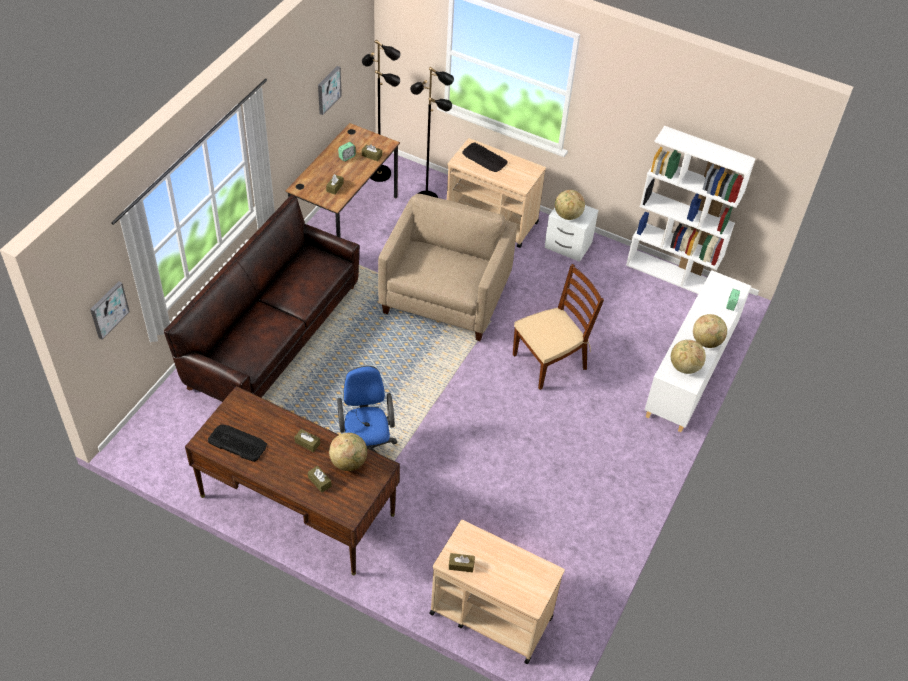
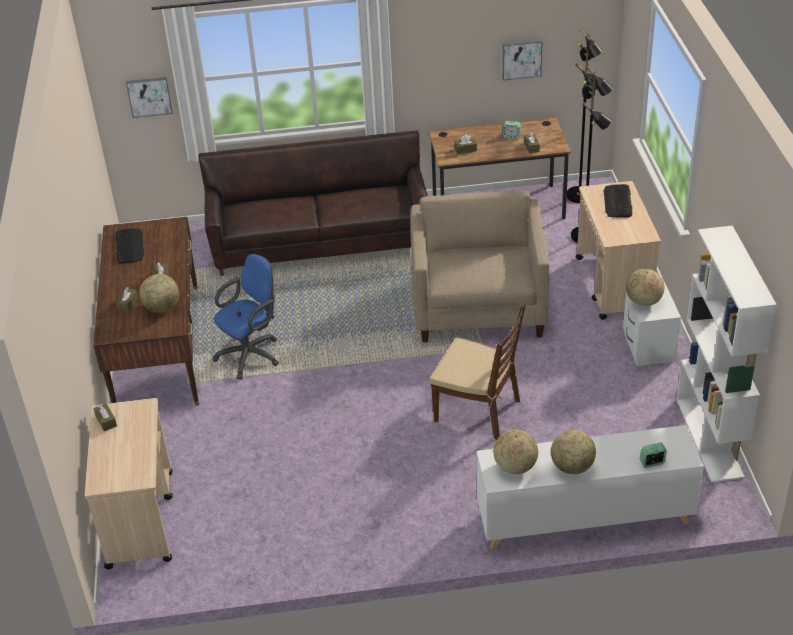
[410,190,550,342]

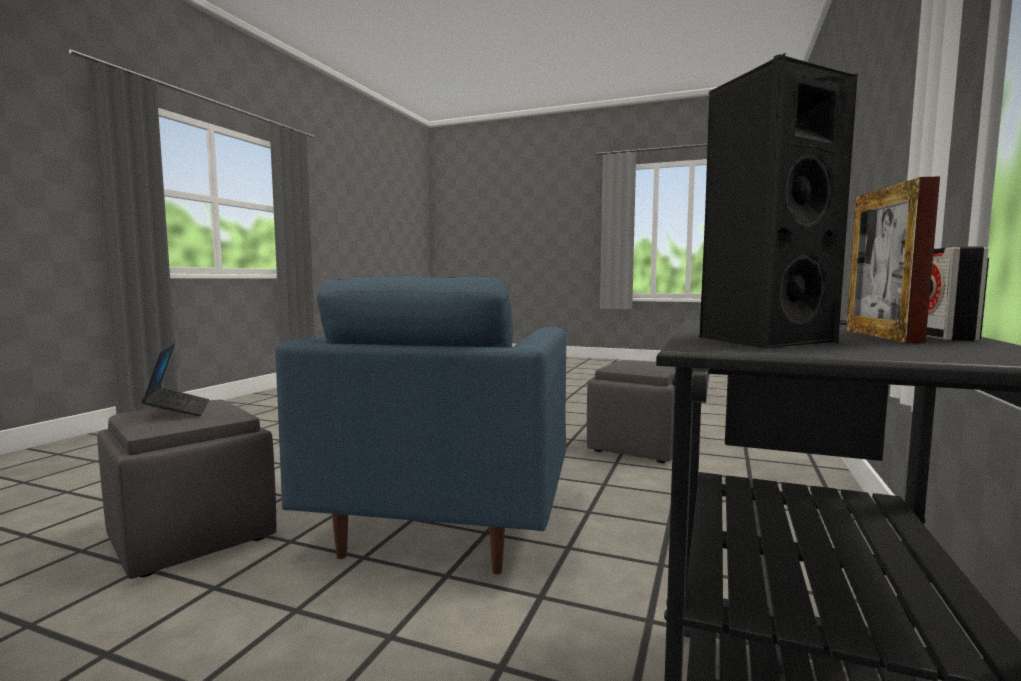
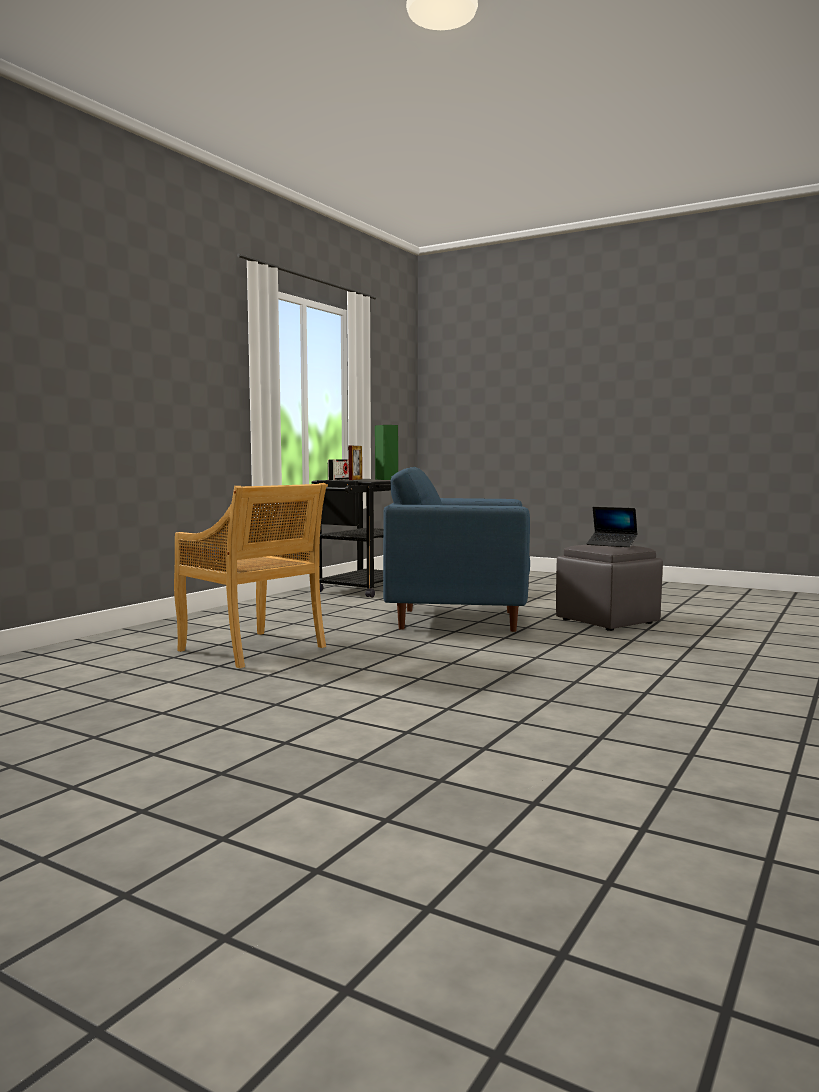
[174,483,327,668]
[375,425,398,480]
[383,467,530,632]
[586,507,637,547]

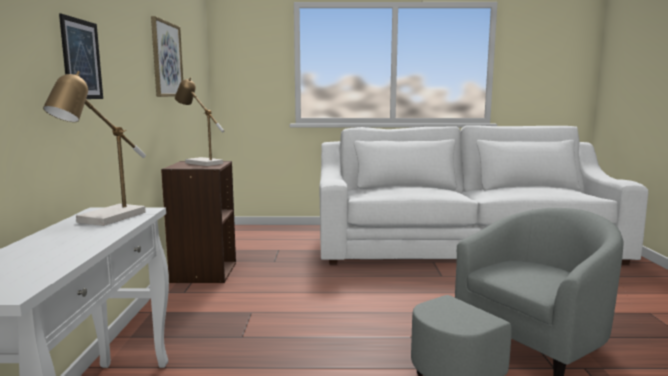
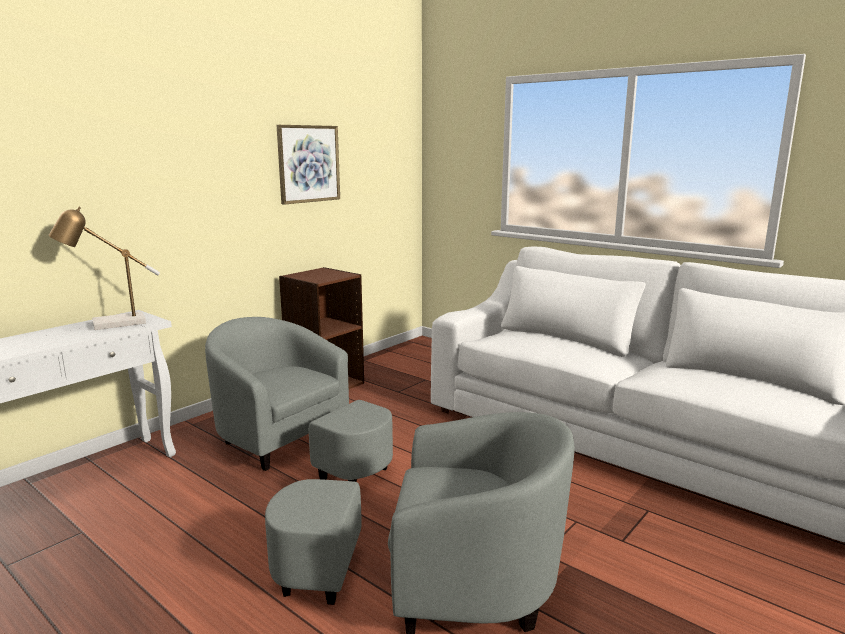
[205,317,393,482]
[59,14,103,99] (first image)
[175,77,224,166] (first image)

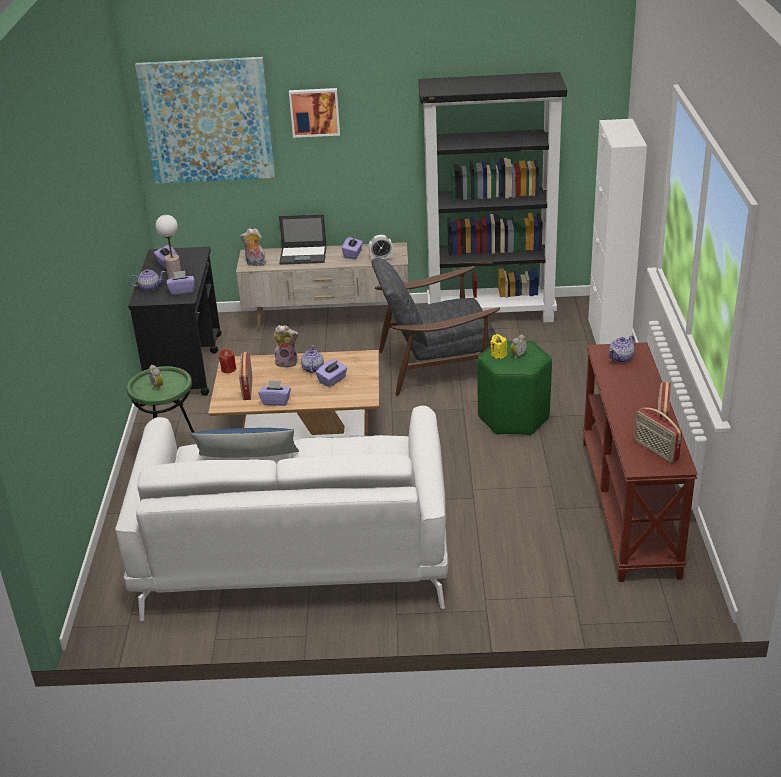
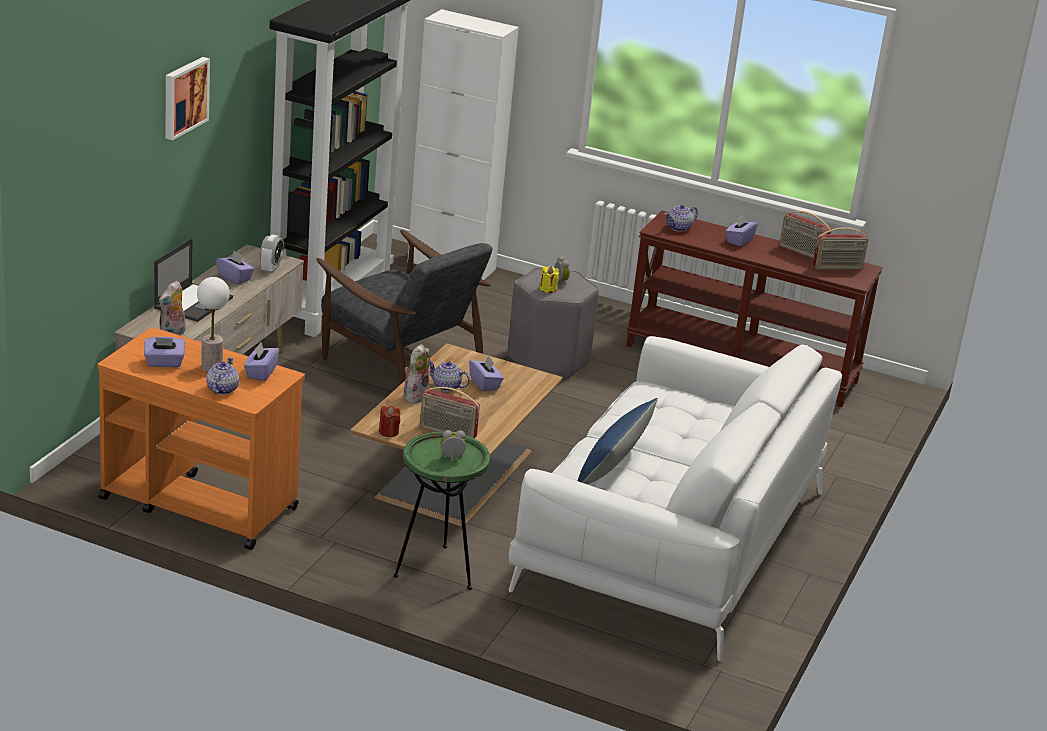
[97,327,305,550]
[316,230,492,385]
[508,268,599,378]
[665,204,698,232]
[725,215,758,246]
[135,57,275,184] (first image)

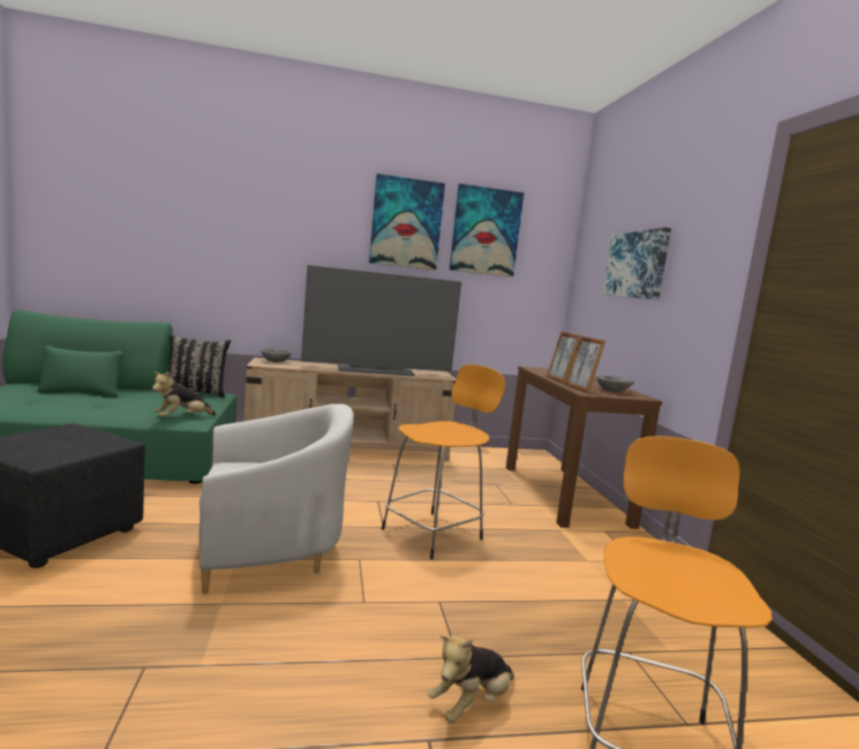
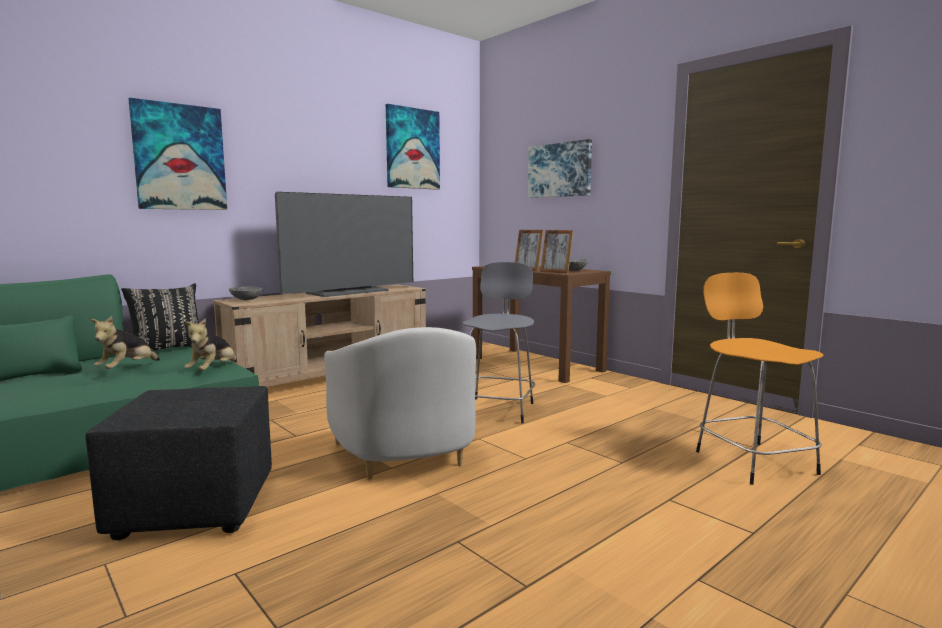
[90,316,160,369]
[129,98,227,210]
[324,327,476,480]
[462,262,535,424]

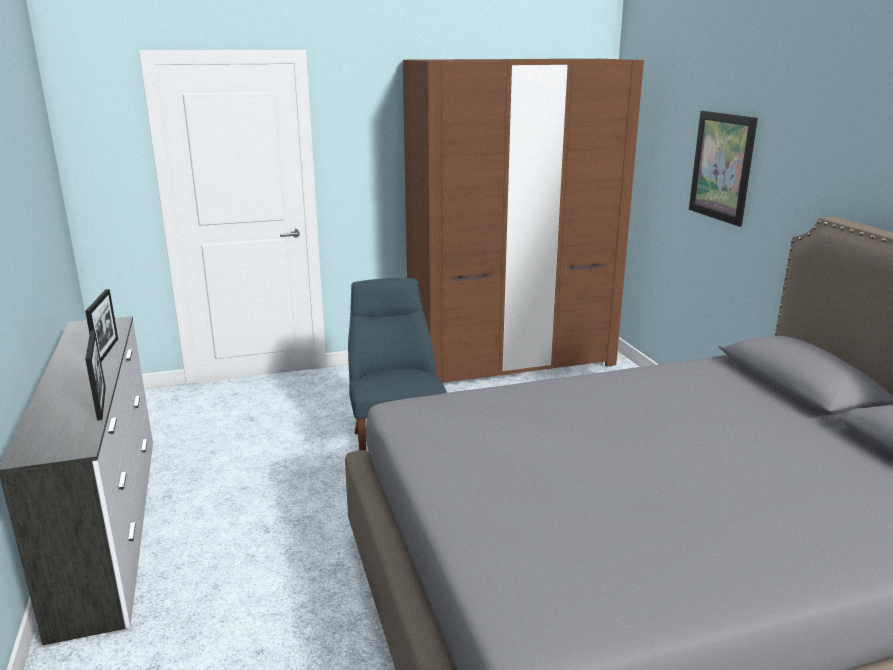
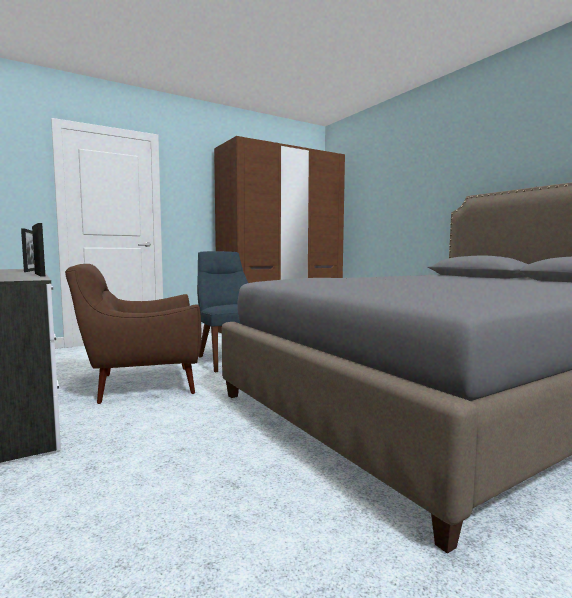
[65,264,201,404]
[689,111,758,227] (first image)

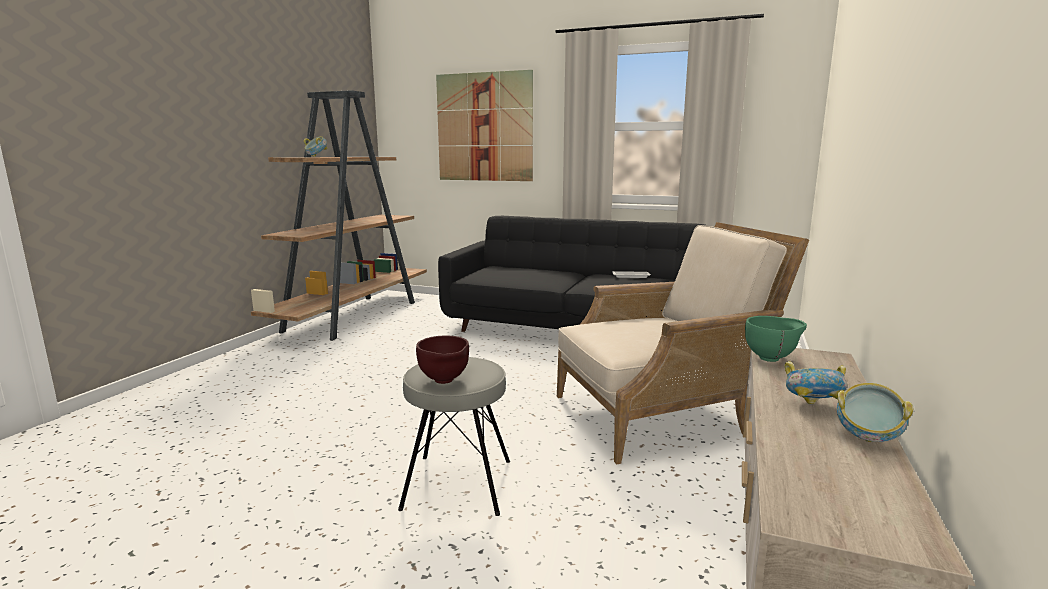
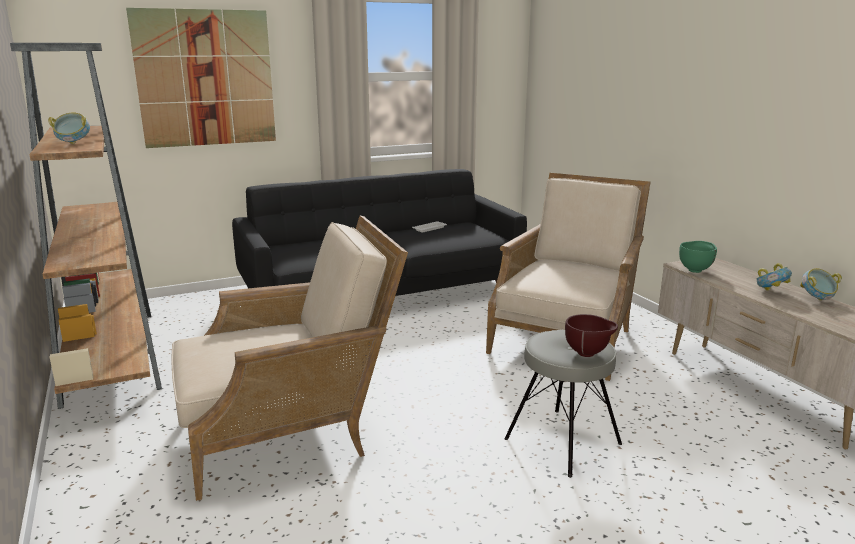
[171,216,408,501]

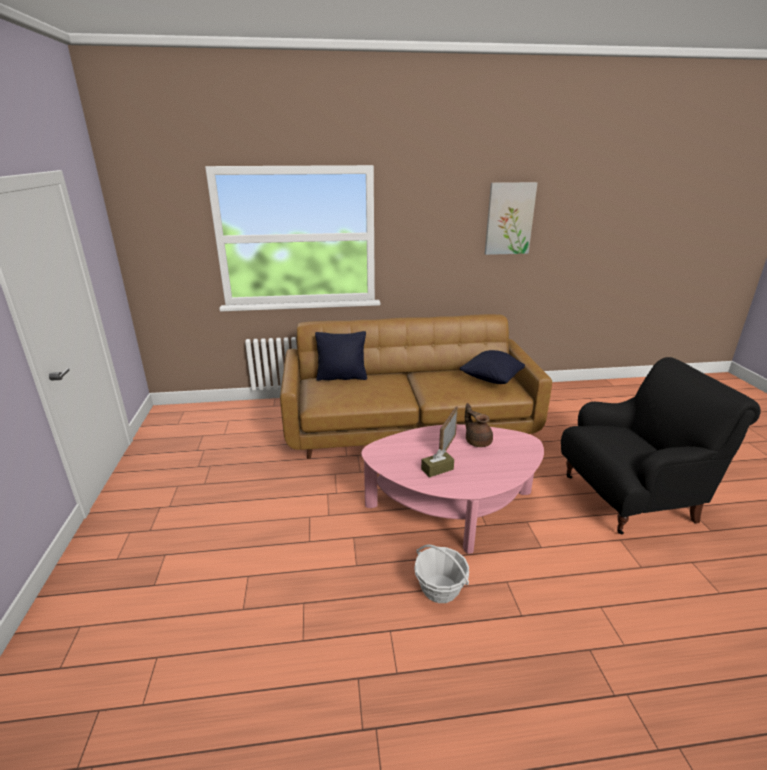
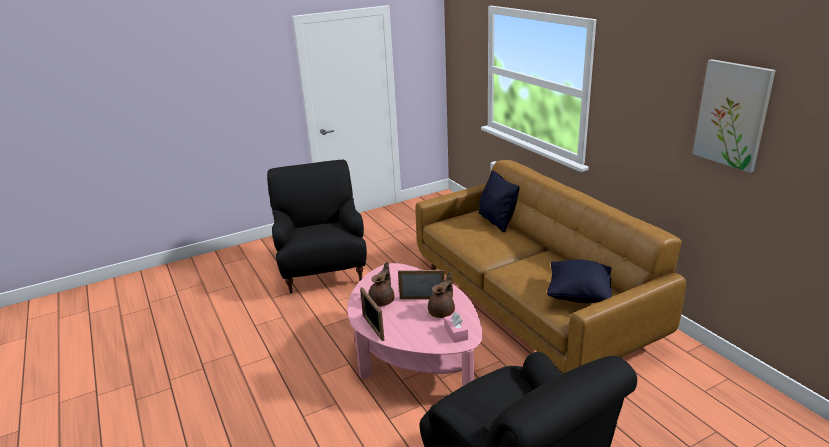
[267,160,367,294]
[360,287,384,341]
[368,262,394,306]
[444,312,468,343]
[414,544,469,603] (first image)

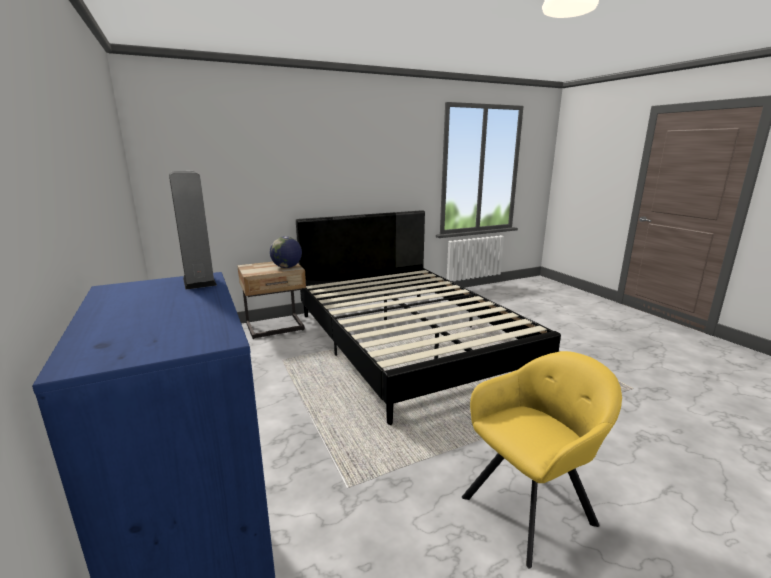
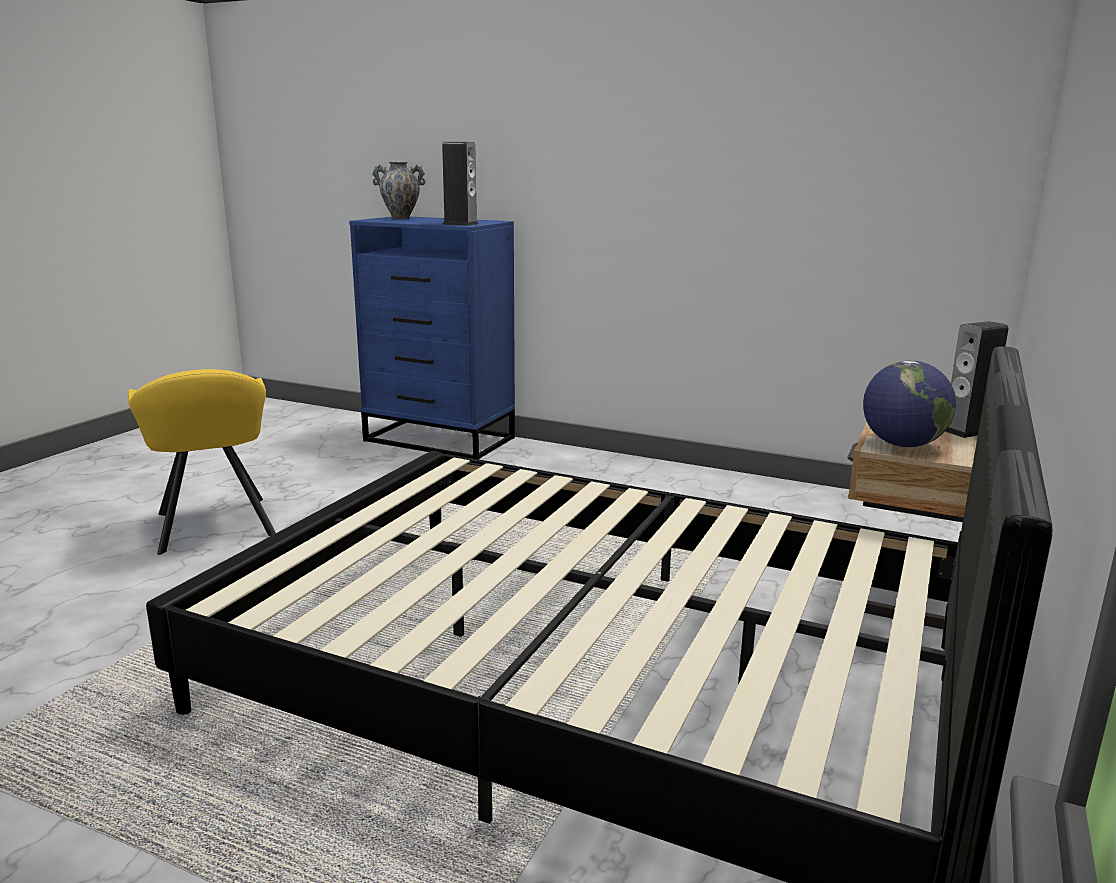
[128,369,276,555]
[372,161,425,219]
[945,321,1009,438]

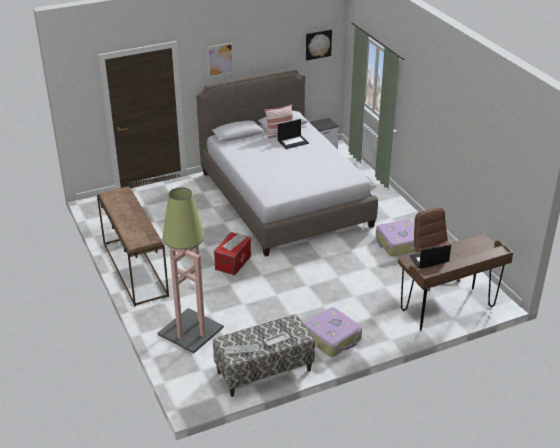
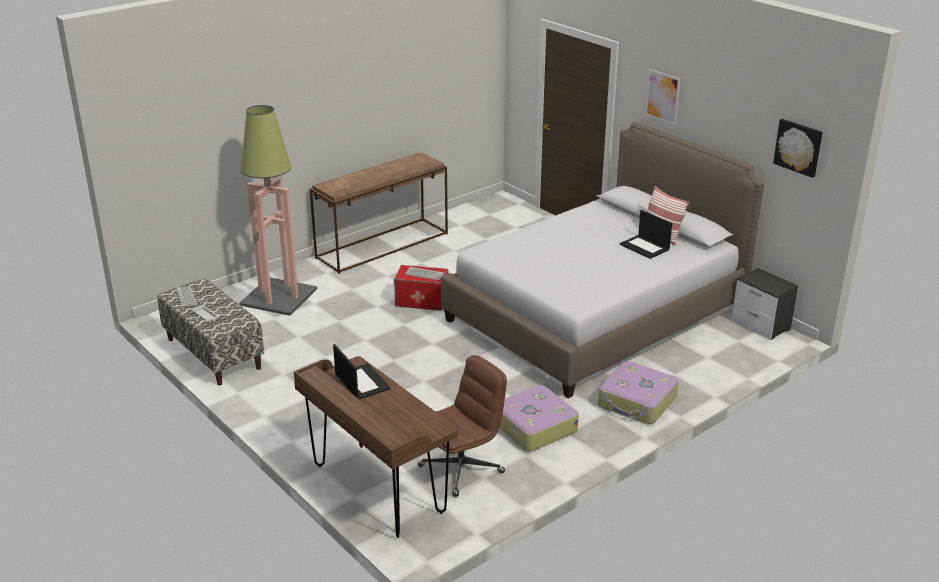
[598,361,679,424]

